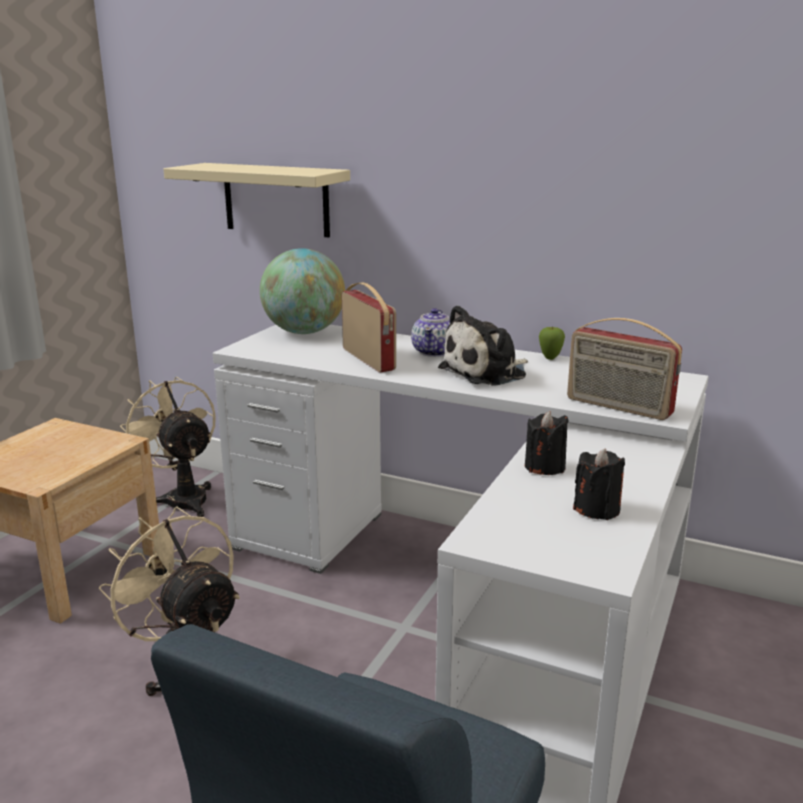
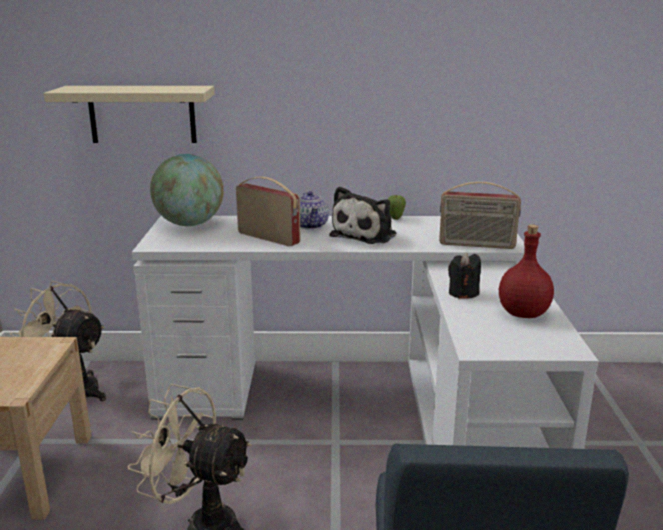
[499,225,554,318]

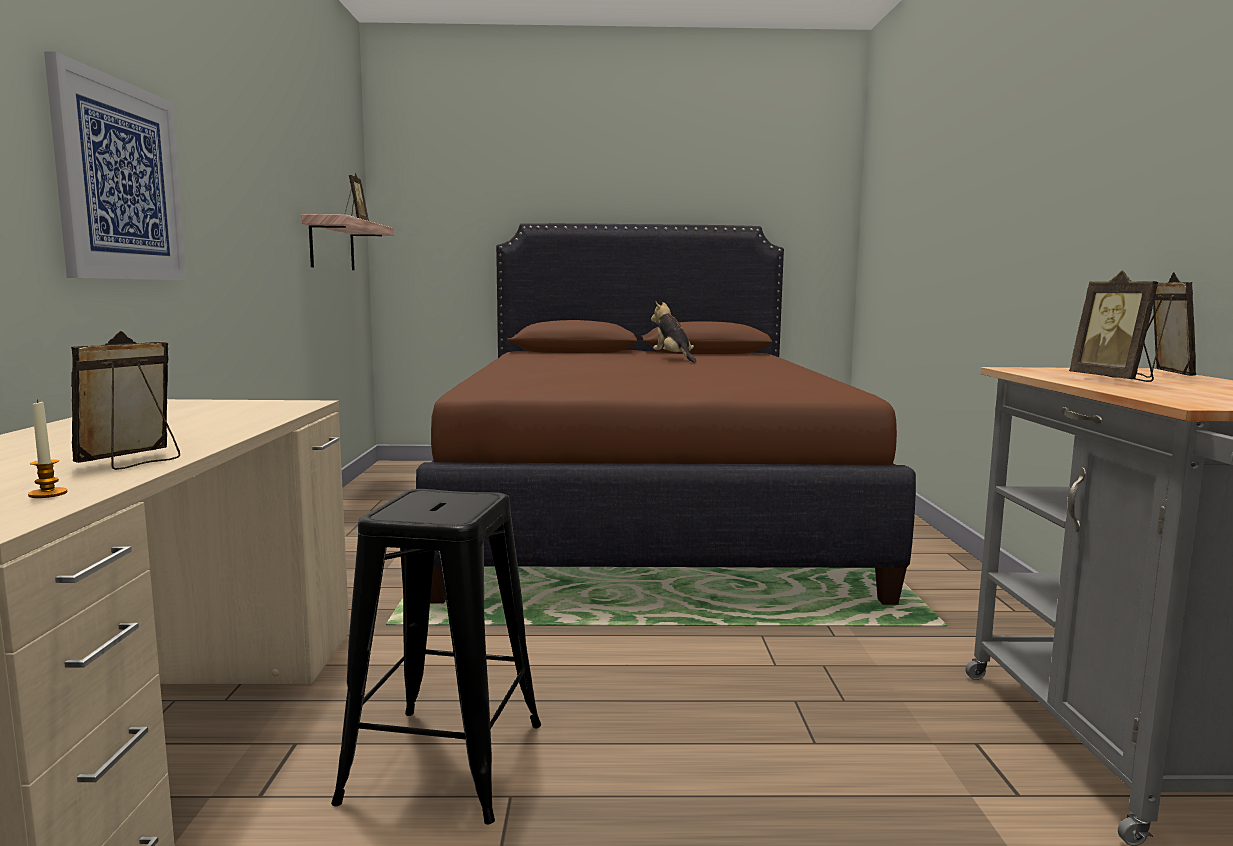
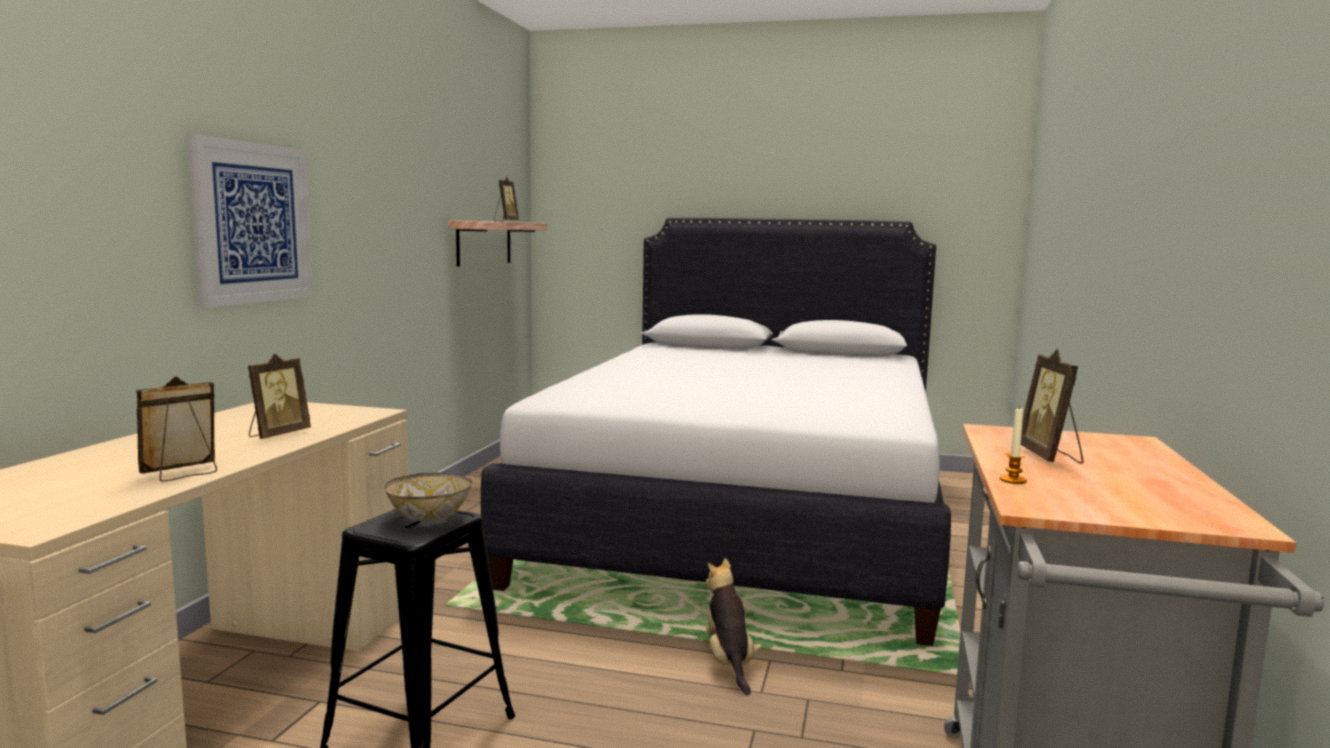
[248,353,311,439]
[385,473,472,522]
[481,218,951,646]
[705,558,762,695]
[1000,407,1027,484]

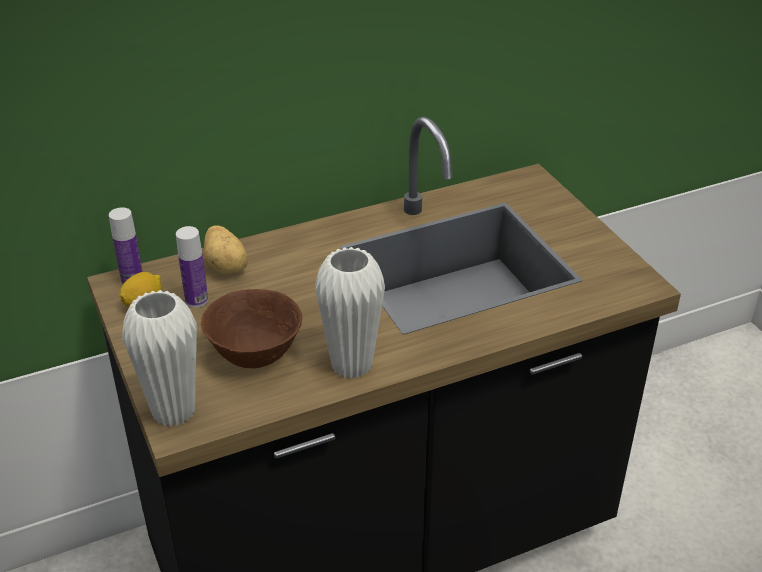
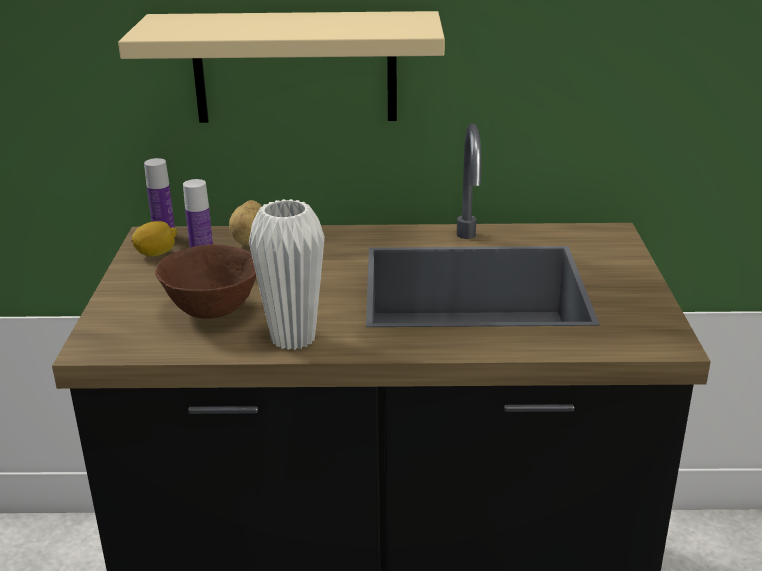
[118,11,445,123]
[122,290,197,426] (first image)

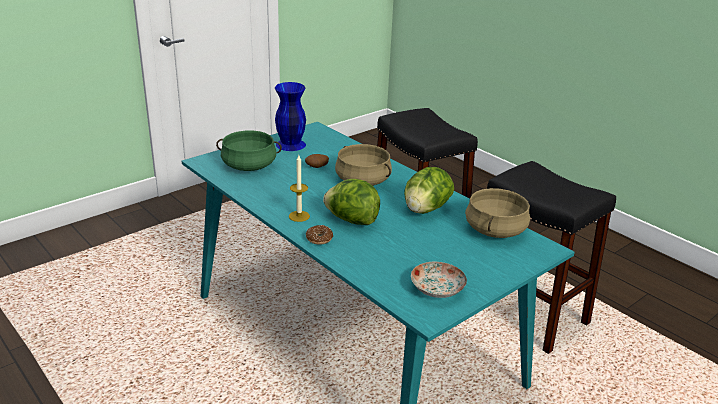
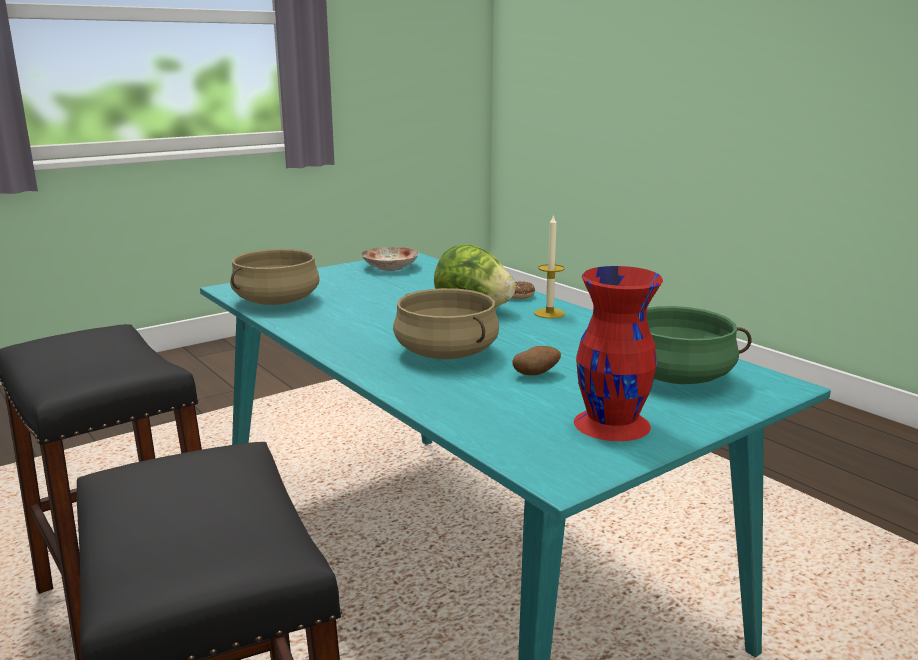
[574,266,663,441]
[404,167,454,214] (first image)

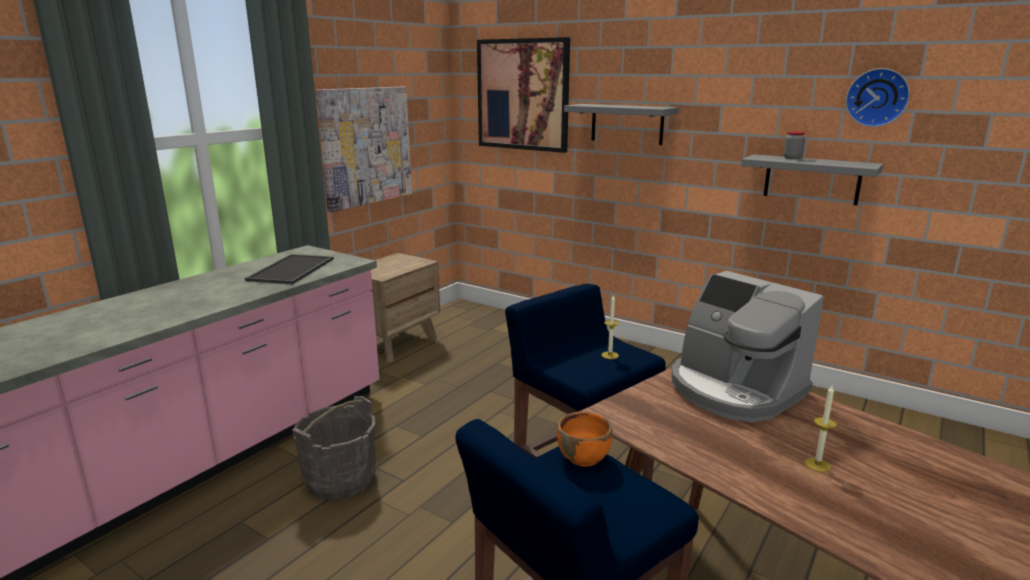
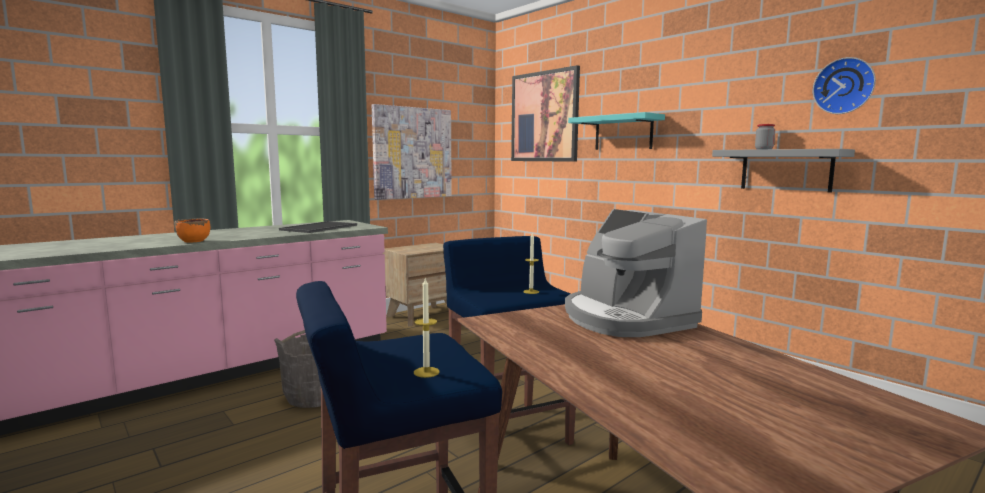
[174,218,211,243]
[414,279,440,378]
[568,112,665,150]

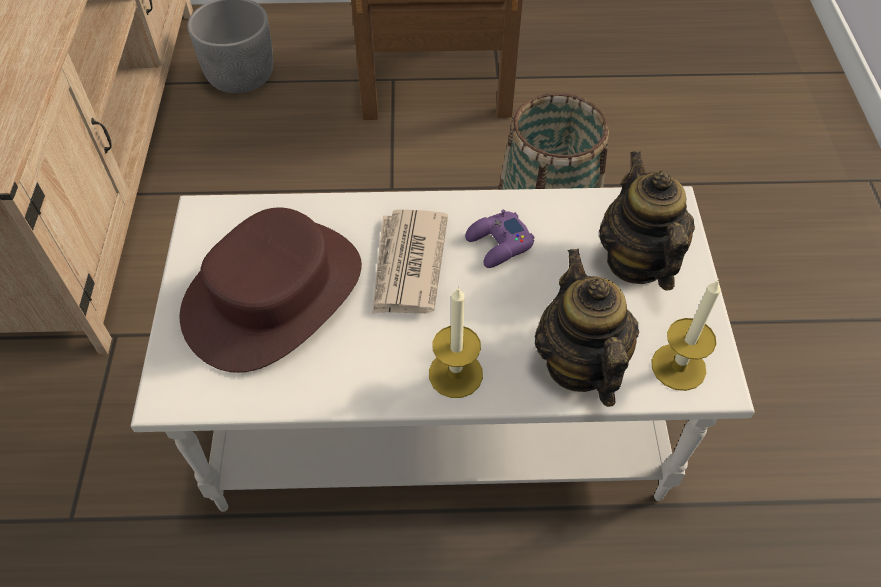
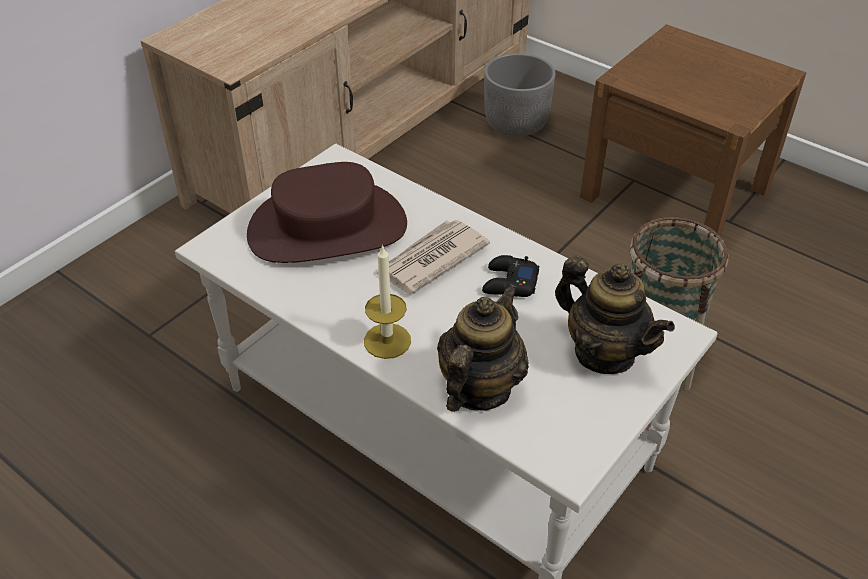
[482,255,539,297]
[555,256,675,374]
[651,279,721,391] (first image)

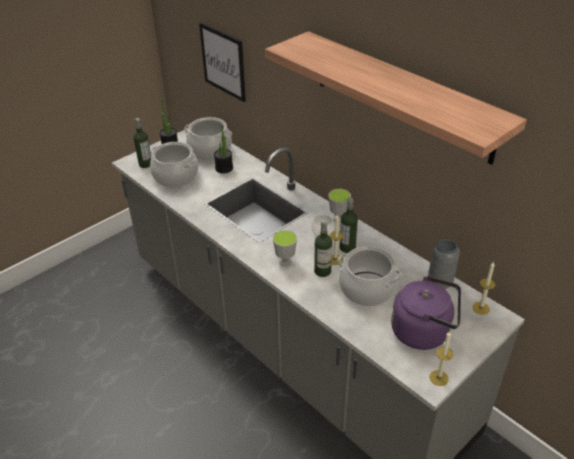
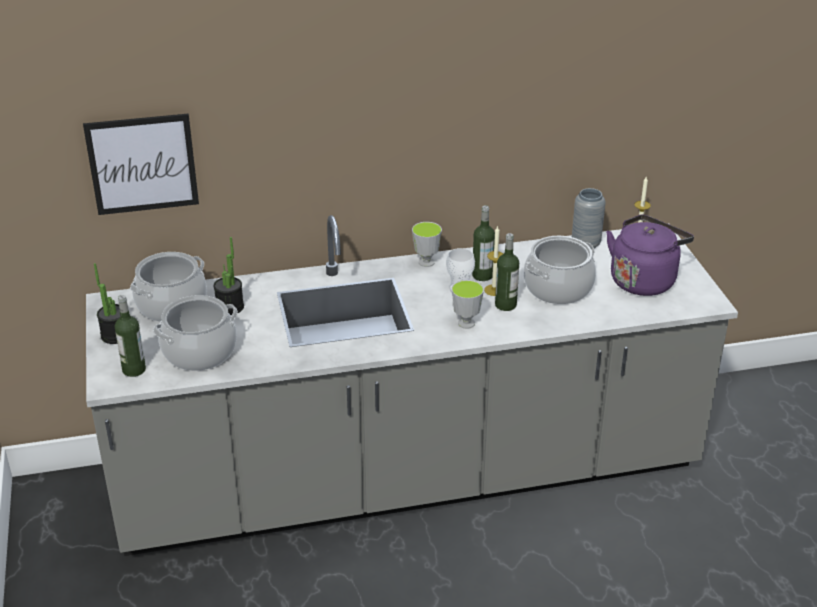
[265,31,527,165] (first image)
[429,331,453,386] (first image)

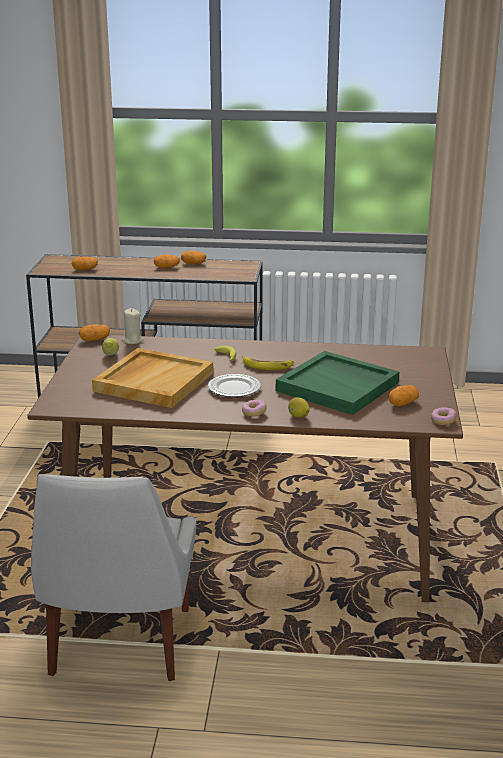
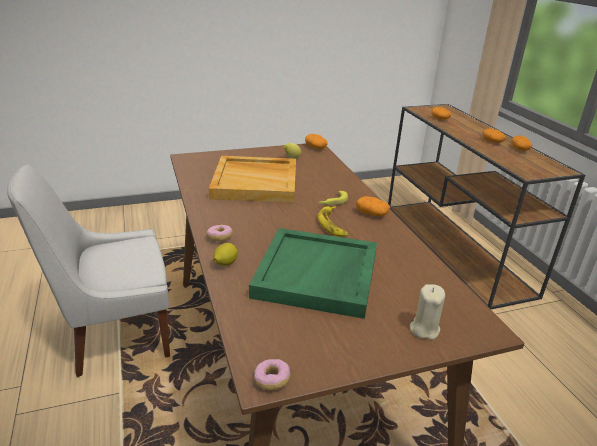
[356,196,390,216]
[410,284,445,340]
[208,374,261,397] (first image)

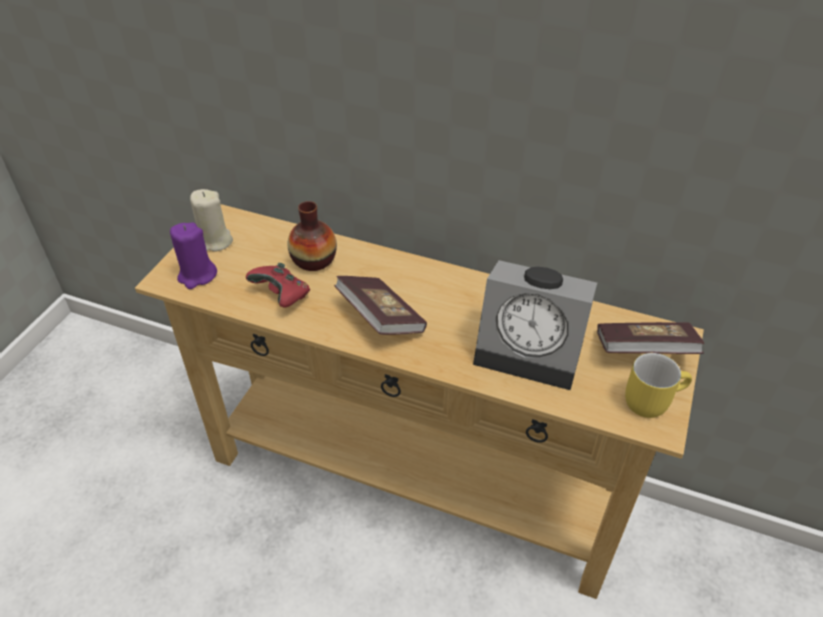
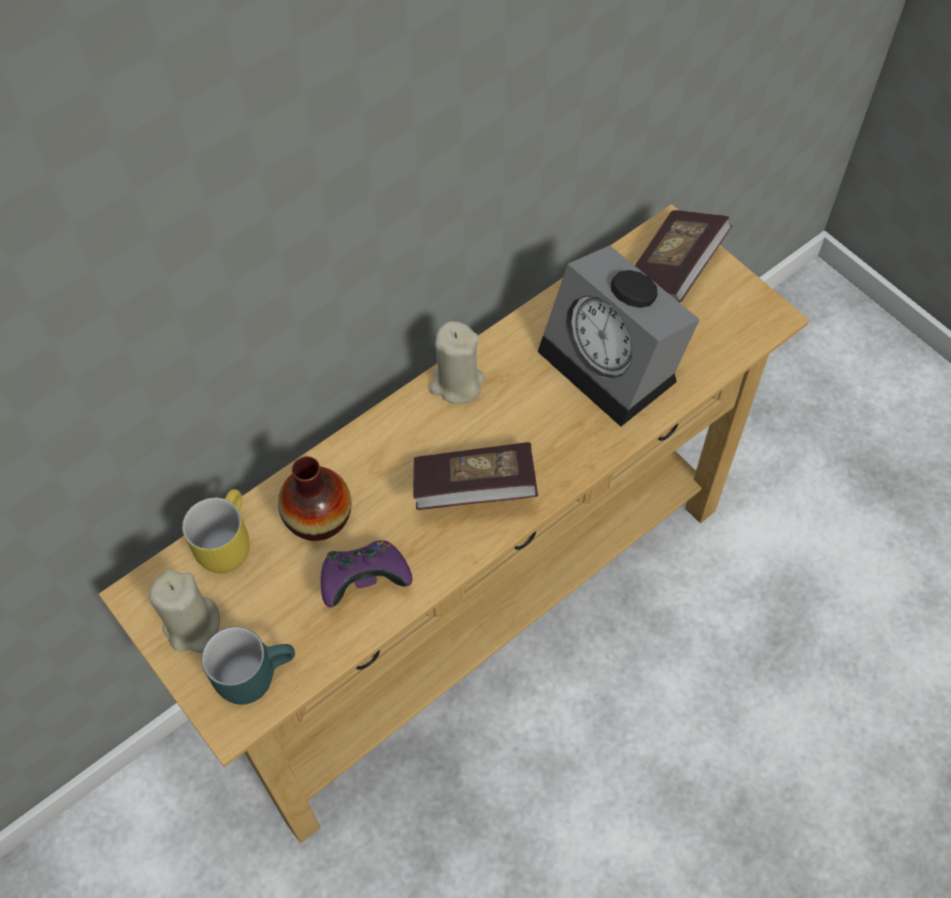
[182,489,250,573]
[202,627,295,705]
[321,540,412,608]
[430,321,484,404]
[538,245,700,427]

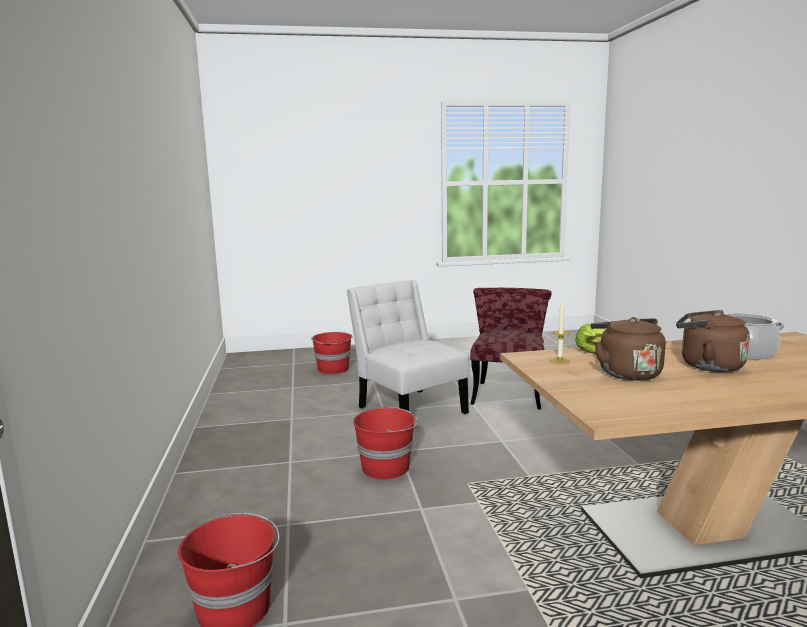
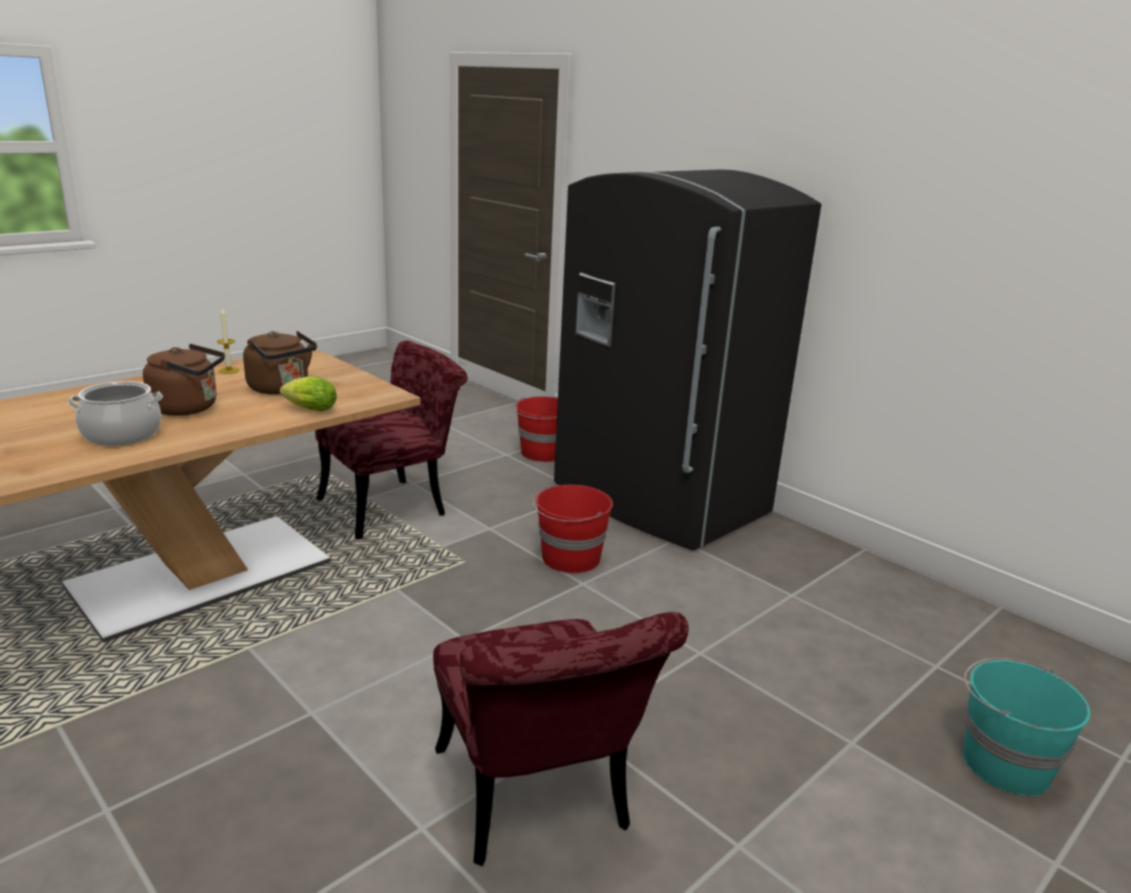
[217,308,240,374]
[315,341,468,540]
[554,169,821,550]
[963,658,1091,796]
[347,280,470,414] (first image)

